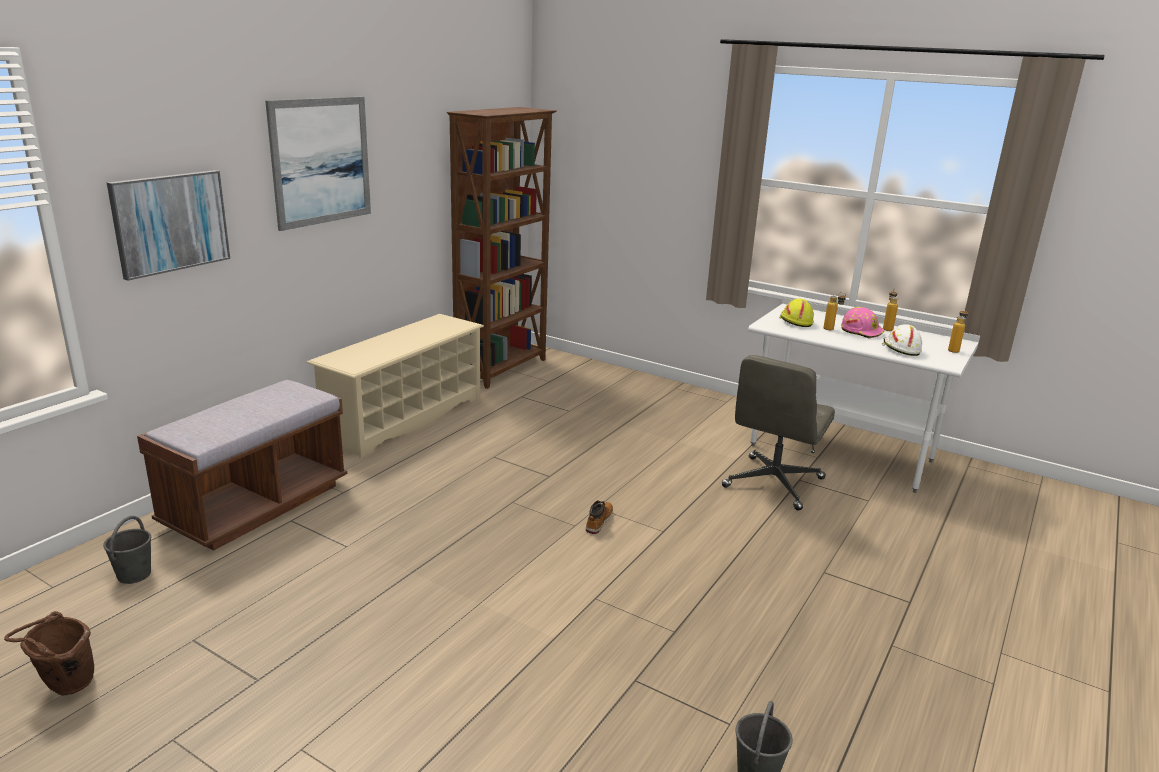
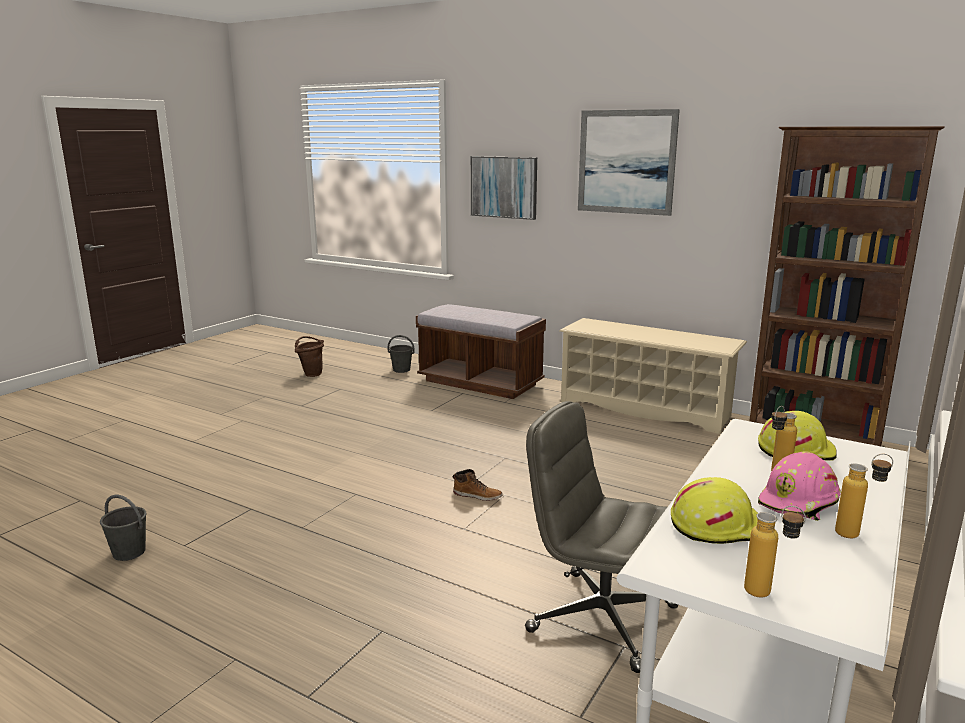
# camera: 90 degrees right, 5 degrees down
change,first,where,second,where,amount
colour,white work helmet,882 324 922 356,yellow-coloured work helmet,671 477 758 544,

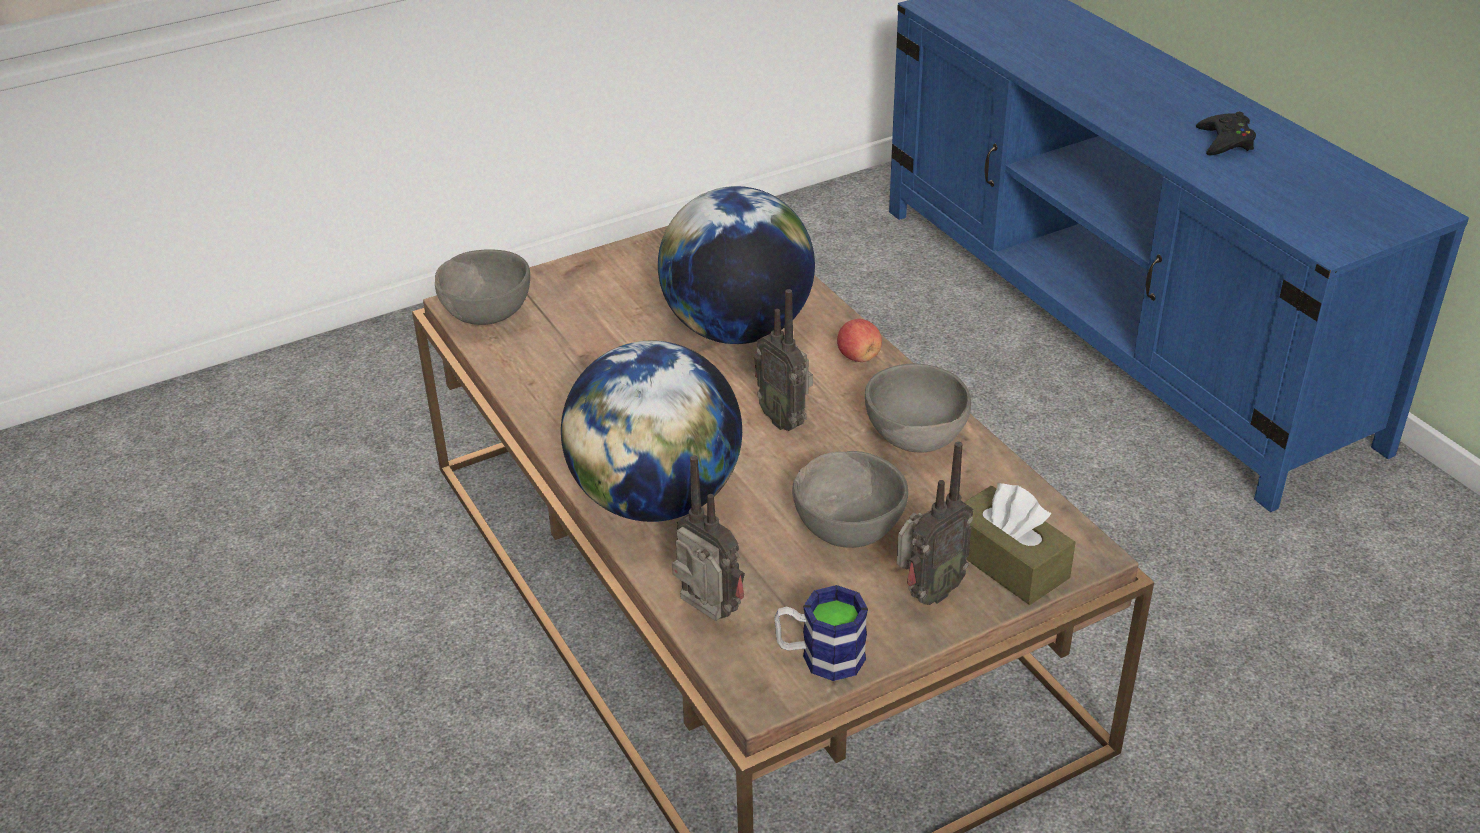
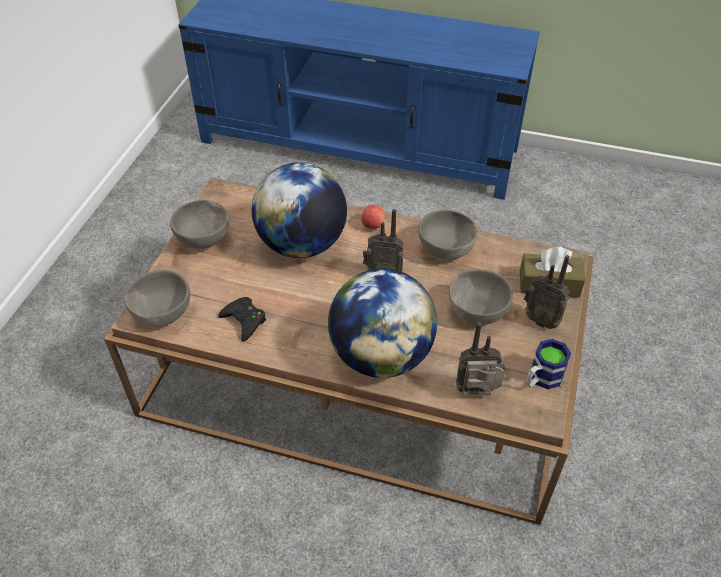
# camera: 45 degrees left, 10 degrees up
change,first,where,second,where,amount
appeared,,,greyish bowl,170 200 229 249,
relocated,black-coloured joypad,1196 112 1256 155,,218 297 266 342,
spun,radio,897 442 973 605,,524 255 570 329,120 degrees clockwise

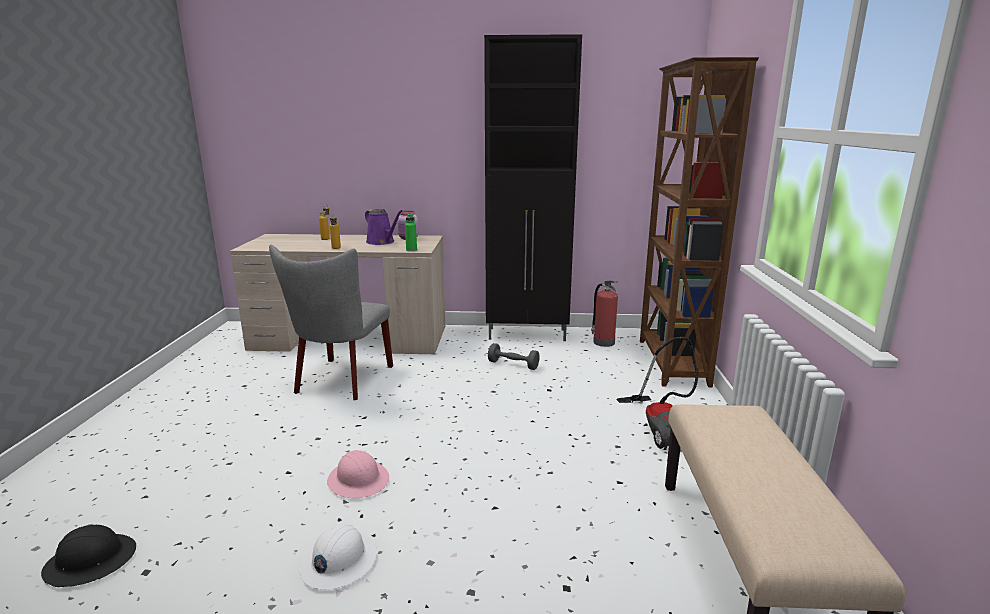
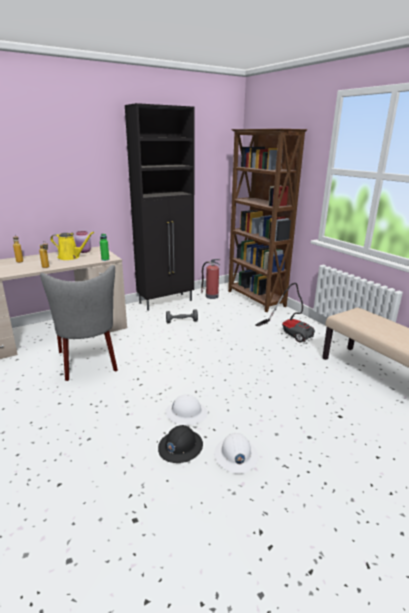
# camera: 35 degrees left, 5 degrees up
change,first,where,second,where,amount
relocated,black-coloured work helmet,41 525 136 587,,158 425 203 463,
colour,pinkish work helmet,327 450 389 499,white work helmet,165 394 208 425,
colour,purple-coloured sprinkling can,365 209 403 245,yellow-coloured sprinkling can,50 232 94 260,

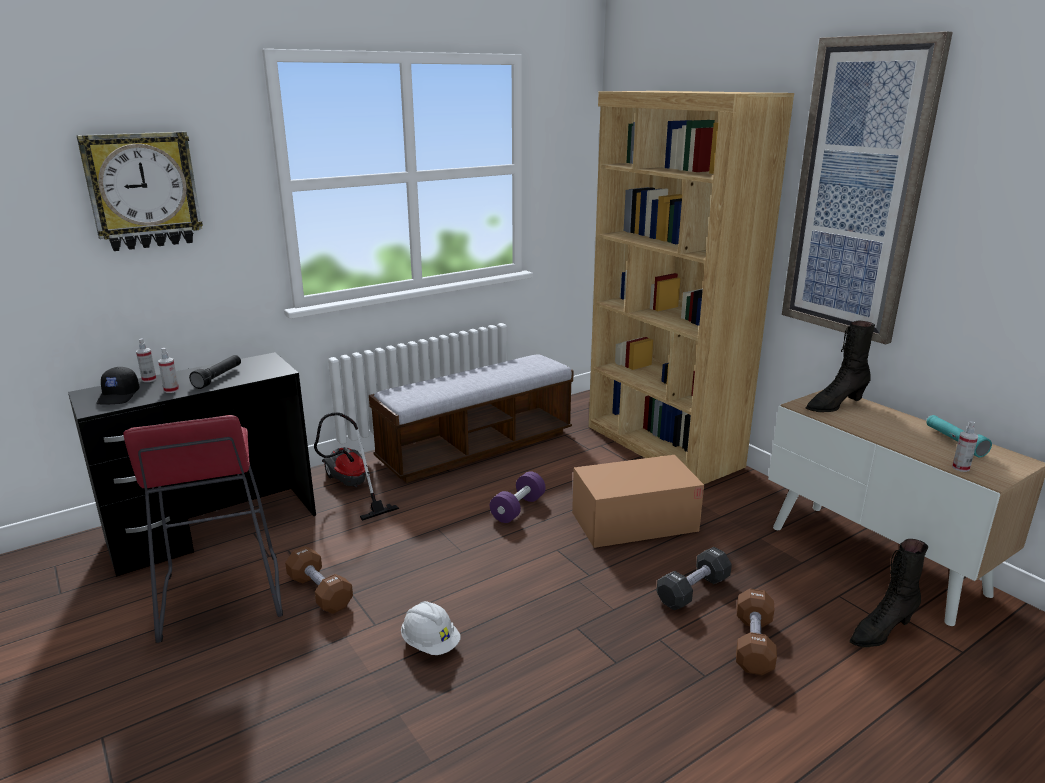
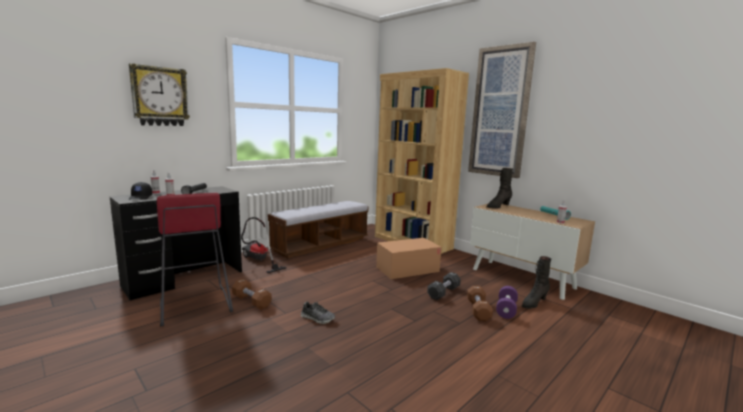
# camera: 10 degrees left, 10 degrees down
change,first,where,second,where,amount
relocated,purple-coloured dumbbell,490 471 546 523,,496 286 518 319,
exchanged,white work helmet,401 601 461 655,low shoe,301 302 335 324,

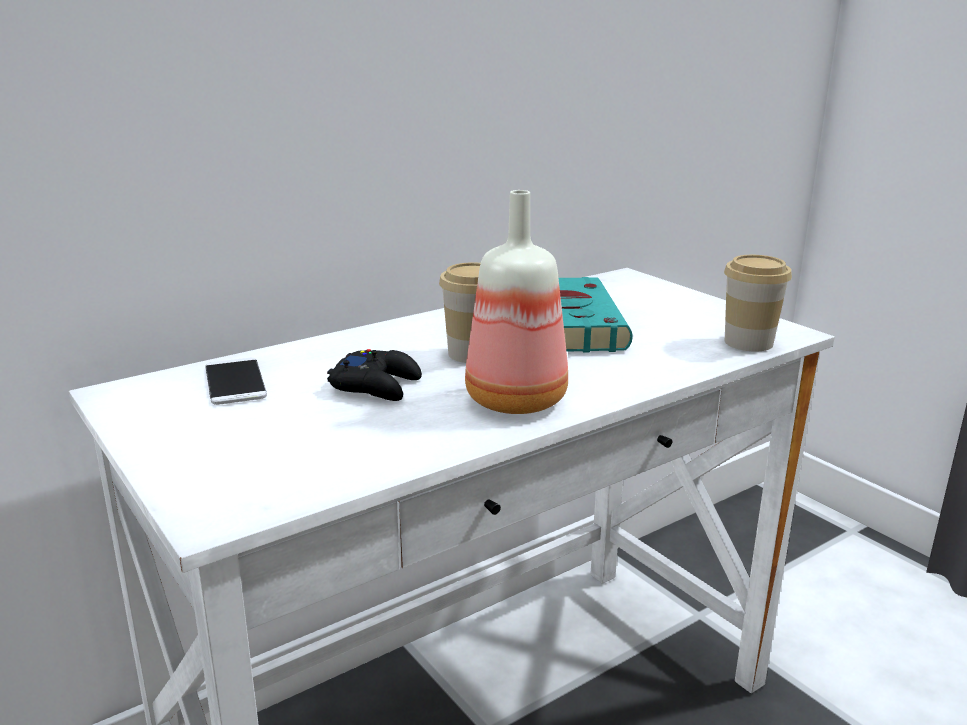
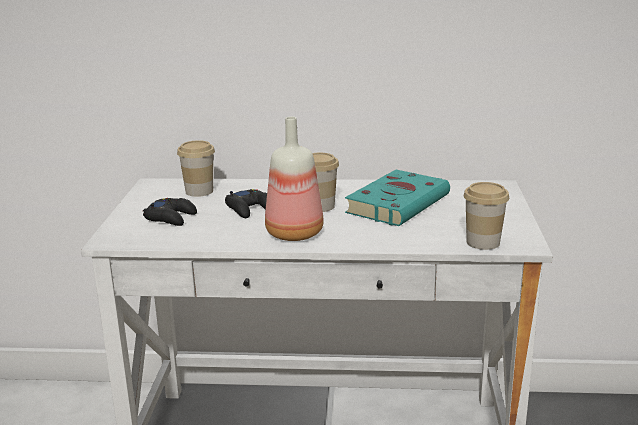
# camera: 40 degrees right, 0 degrees up
change,first,where,second,where,amount
appeared,,,black-coloured joypad,143 198 197 226,
exchanged,telephone,205 358 267 405,small cup,177 140 215 197,

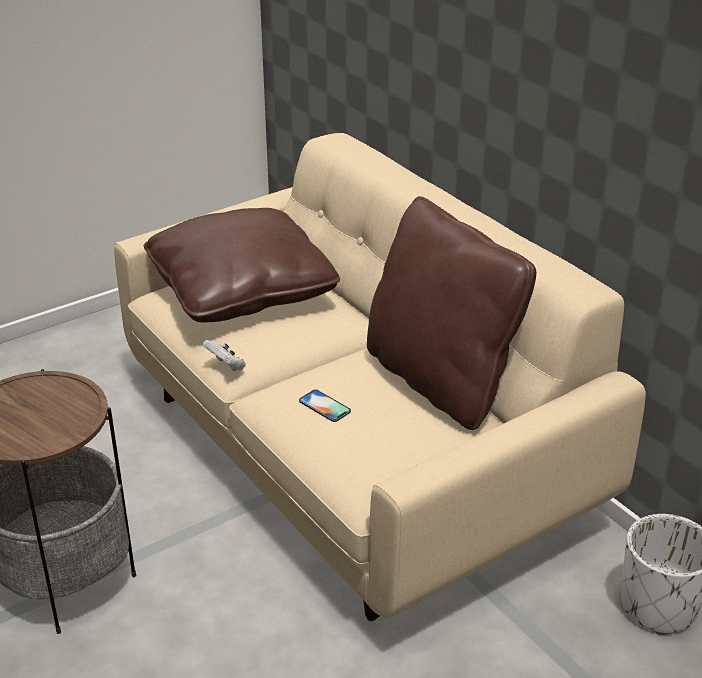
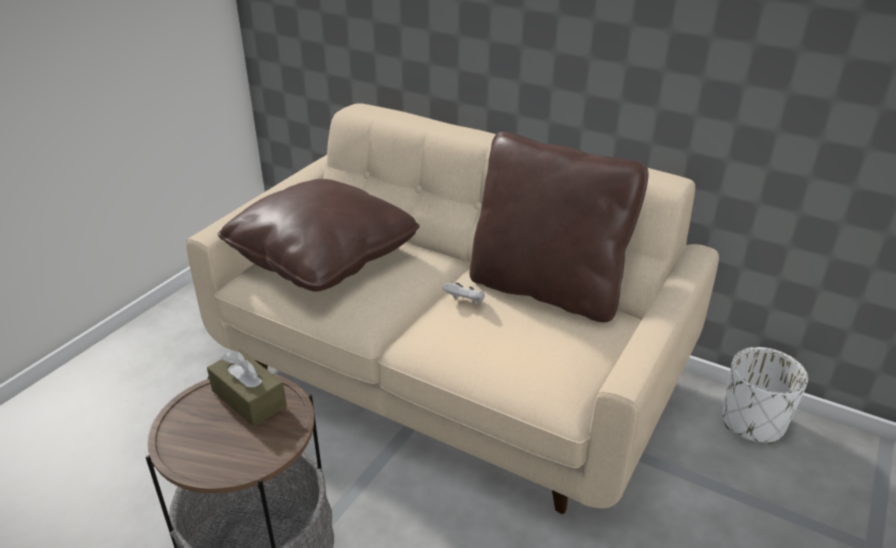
# camera: 25 degrees left, 0 degrees up
change,first,where,second,where,amount
missing,telephone,299 389 351 422,,,
appeared,,,brownish tissue box,207 349 287 426,
relocated,white joypad,203 340 246 371,,442 283 485 305,

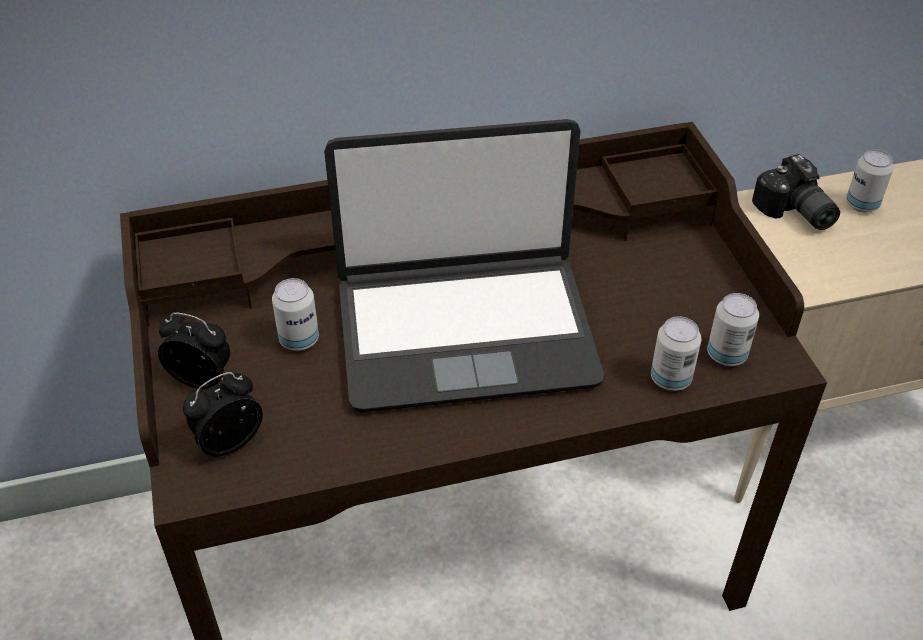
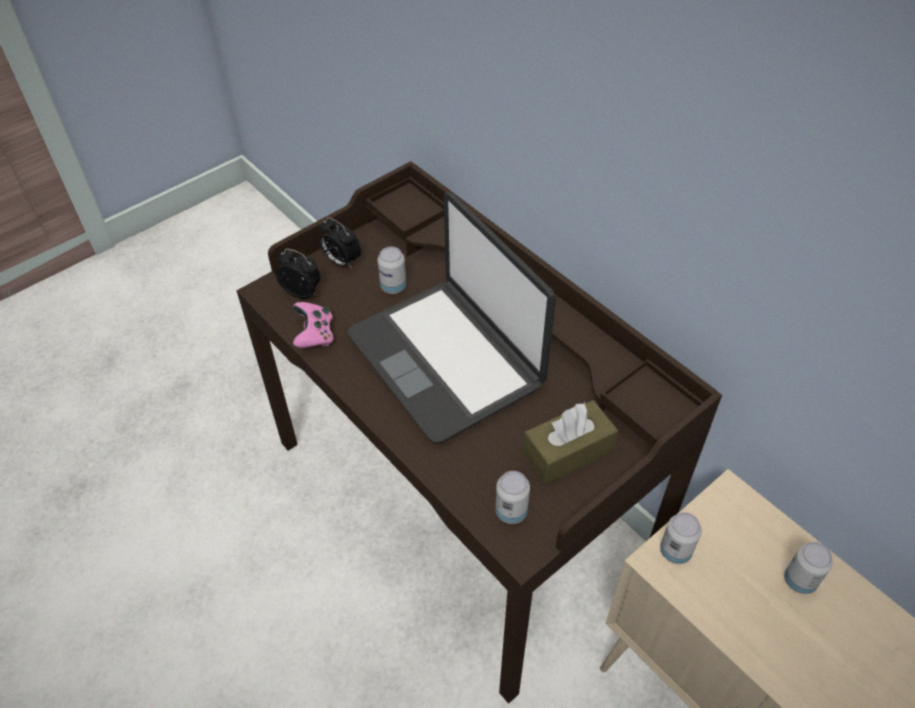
# camera: 65 degrees right, 5 degrees up
change,first,where,second,where,amount
missing,photo camera,752 154 840 230,,,
appeared,,,pinkish joypad,293 302 334 348,
appeared,,,brownish tissue box,523 400 618 484,
relocated,metal can,651 316 701 391,,660 512 702 564,
spun,alarm clock,158 313 230 389,,319 217 362 269,135 degrees clockwise

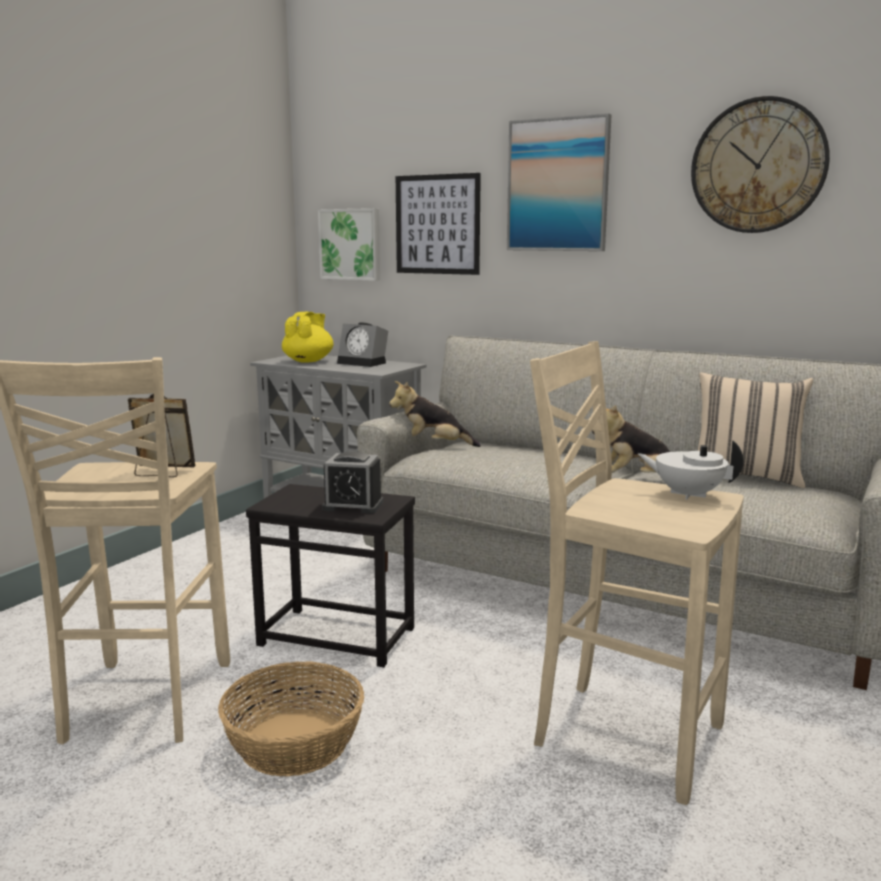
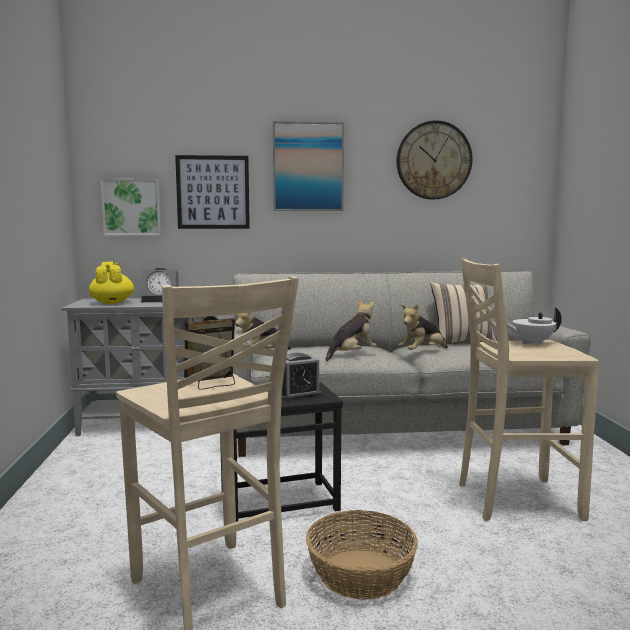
# camera: 35 degrees left, 5 degrees down
change,first,where,second,where,amount
appeared,,,plush toy,326 299 377 361,

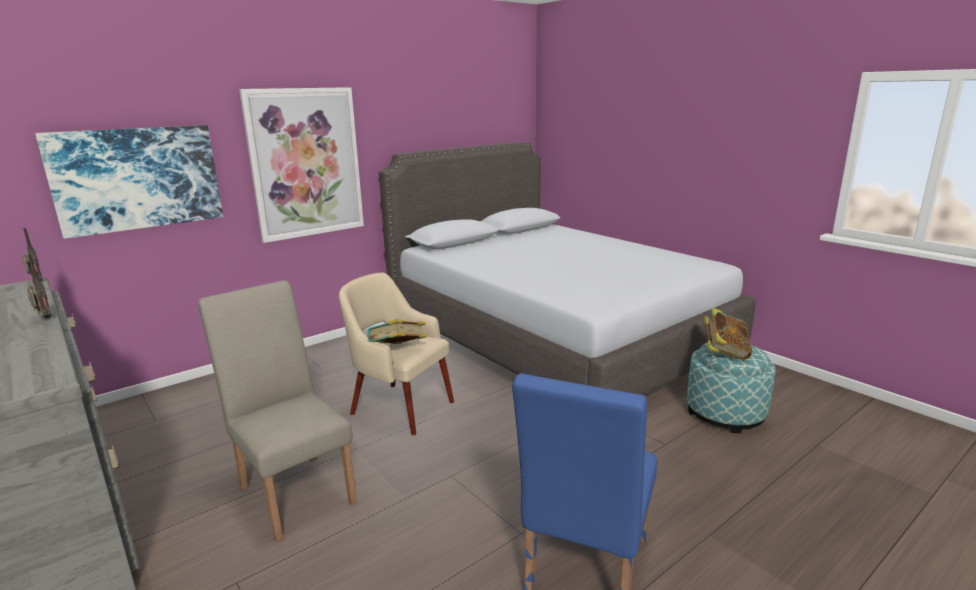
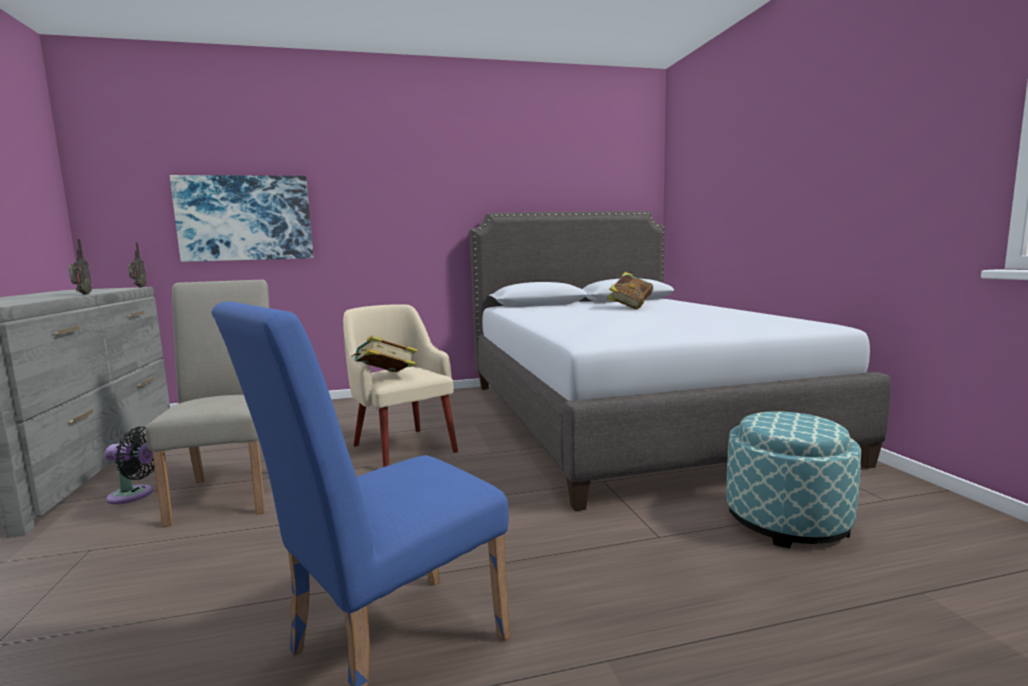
# camera: 25 degrees right, 10 degrees down
change,first,where,second,where,amount
missing,picture,239 87 364 243,,,
appeared,,,black-coloured electric fan,105 427 154 504,
relocated,bound book,704 308 752 360,,607 272 653 309,

